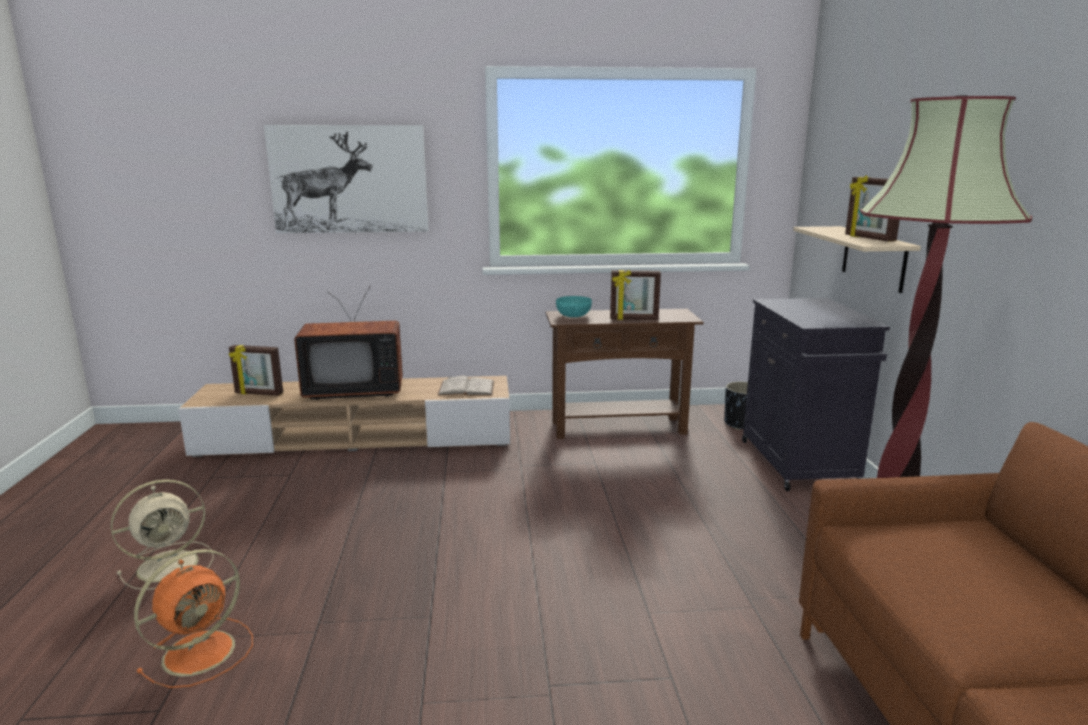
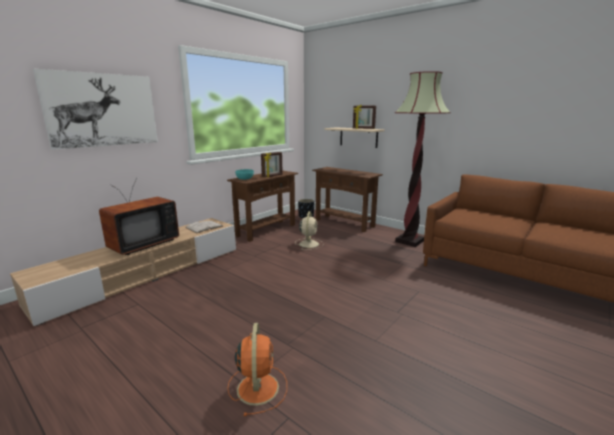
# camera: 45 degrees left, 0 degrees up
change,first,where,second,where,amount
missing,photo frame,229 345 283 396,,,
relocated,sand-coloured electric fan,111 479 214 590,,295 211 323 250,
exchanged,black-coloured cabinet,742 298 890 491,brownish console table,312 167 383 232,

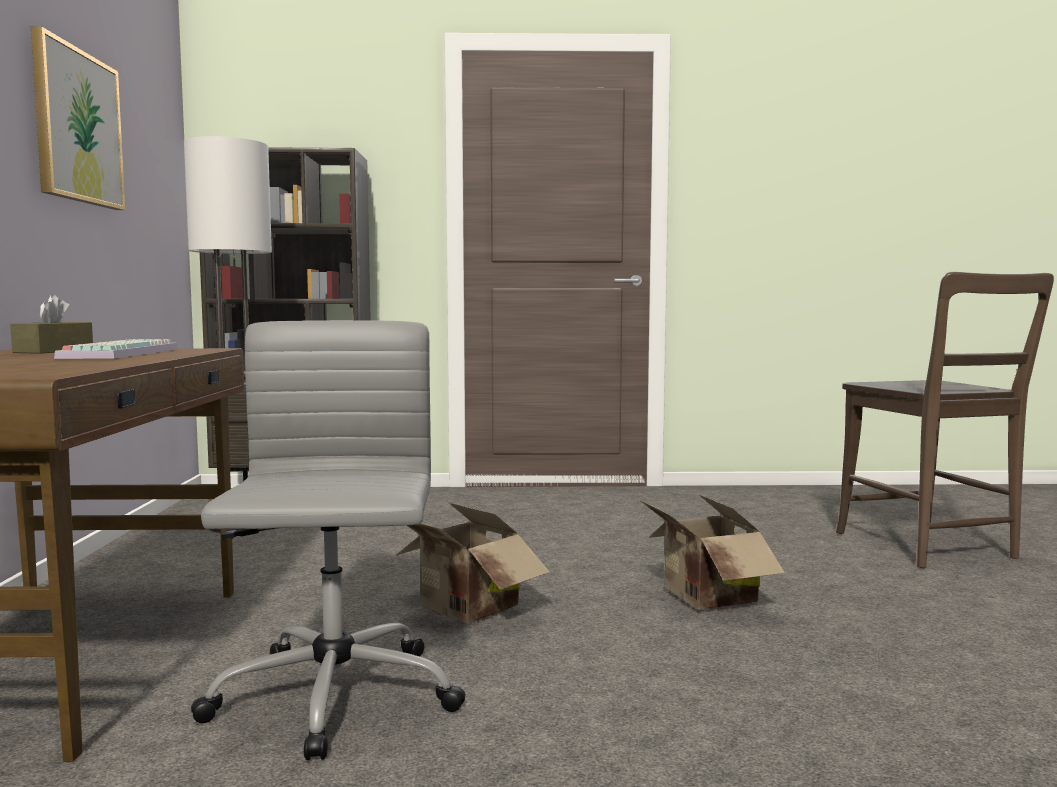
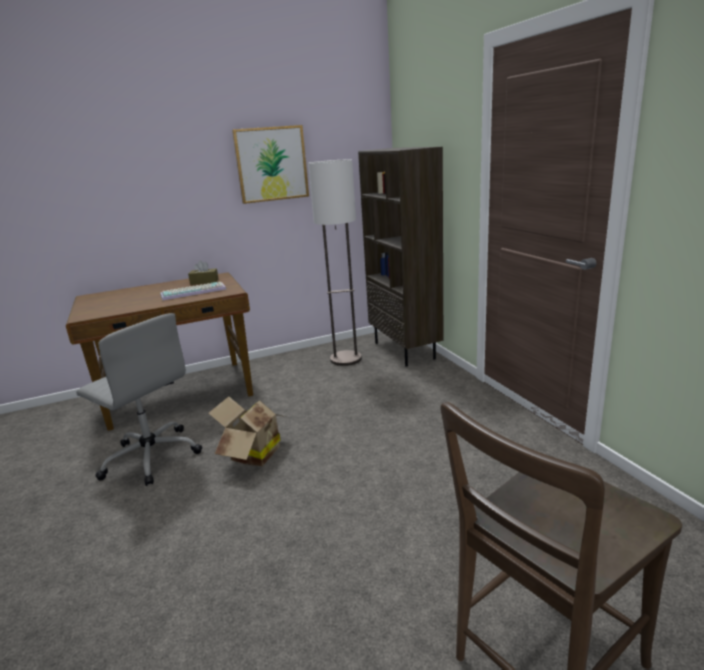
# camera: 70 degrees right, 15 degrees up
change,first,where,second,where,amount
missing,packing box,638 494 785 610,,,
spun,greyish computer chair,191 320 466 761,,76 313 202 486,60 degrees clockwise

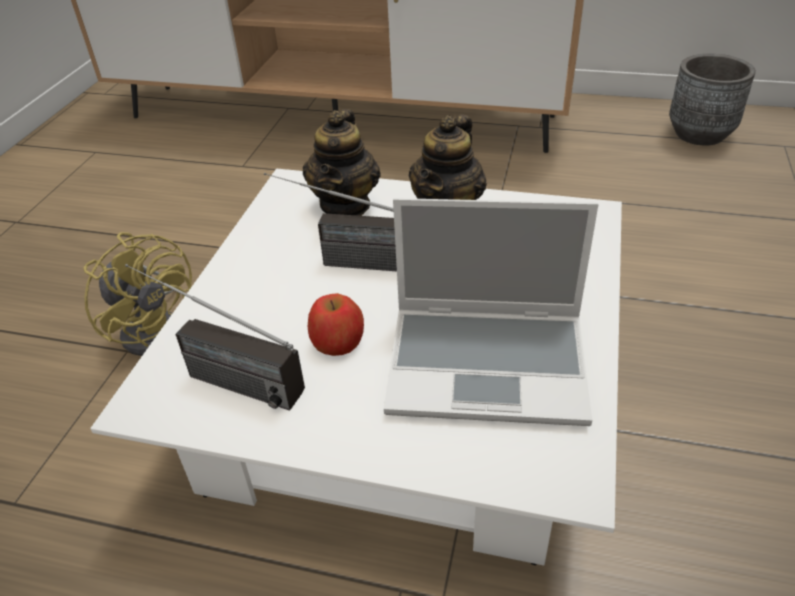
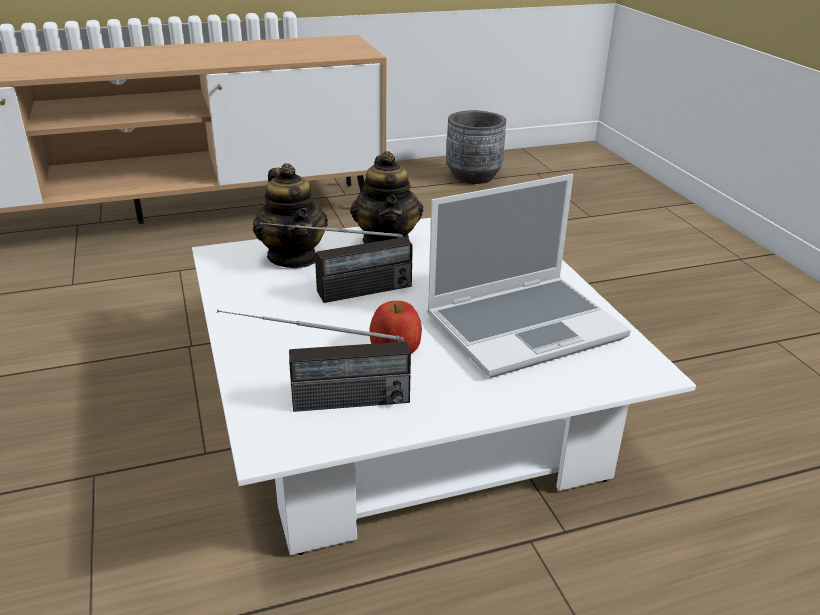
# camera: 35 degrees left, 10 degrees down
change,first,where,second,where,amount
missing,yellow-coloured electric fan,83 232 192 356,,,

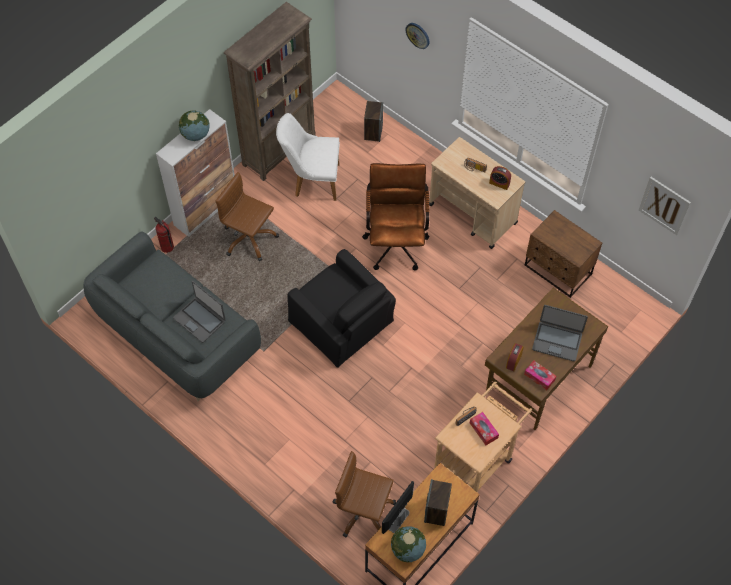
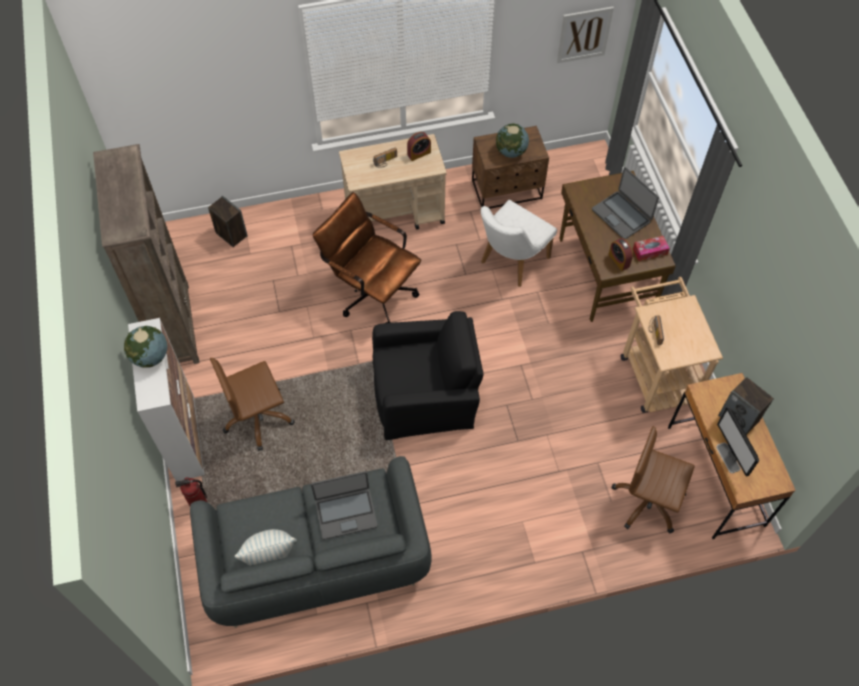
# camera: 55 degrees left, 0 degrees up
change,first,where,second,where,amount
missing,wall clock,406 23 429 49,,,
missing,tissue box,470 412 499 445,,,
appeared,,,throw pillow,235 529 297 566,
relocated,white chair,276 113 340 201,,481 200 557 287,
relocated,globe,391 527 426 563,,496 123 529 158,
spun,brownish computer chair,333 451 396 538,,612 426 695 534,60 degrees clockwise
spun,notebook computer,532 305 588 362,,592 167 659 240,90 degrees clockwise

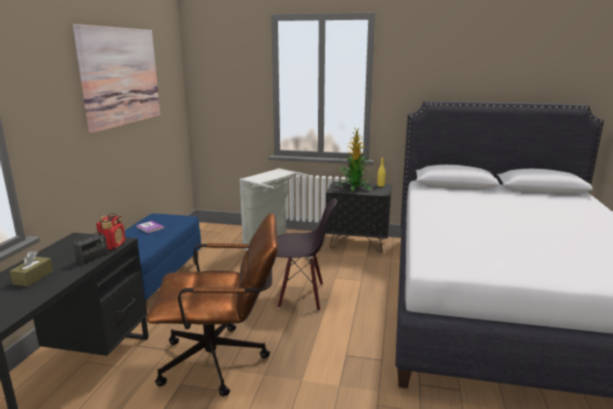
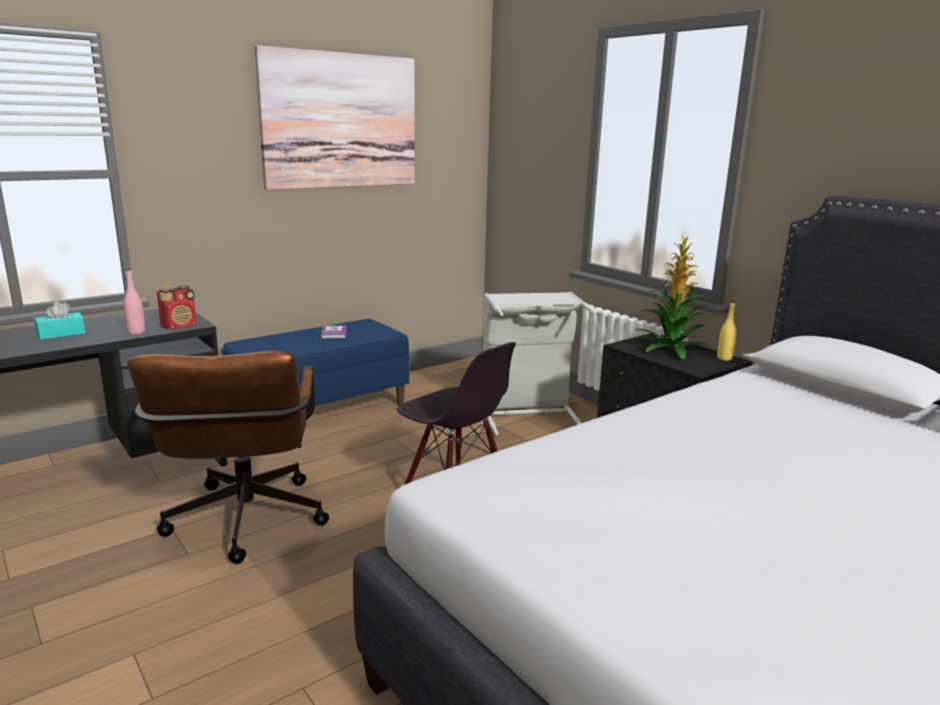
# camera: 40 degrees right, 0 degrees up
change,first,where,second,where,amount
exchanged,radio,74 218 108 265,pinkish beverage bottle,124 269 145 335,
colour,brownish tissue box,10 251 53 287,turquoise-coloured tissue box,34 301 86 340,
spun,brownish computer chair,147 213 278 396,,127 351 329 564,45 degrees clockwise

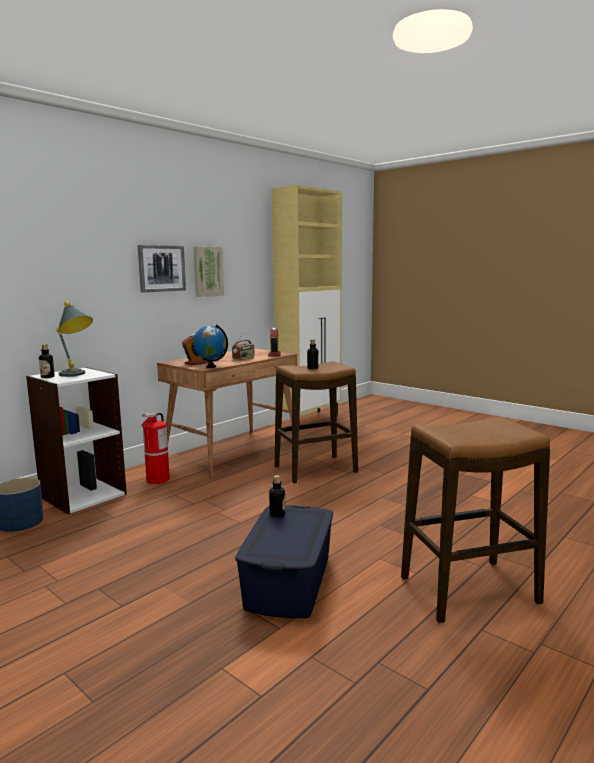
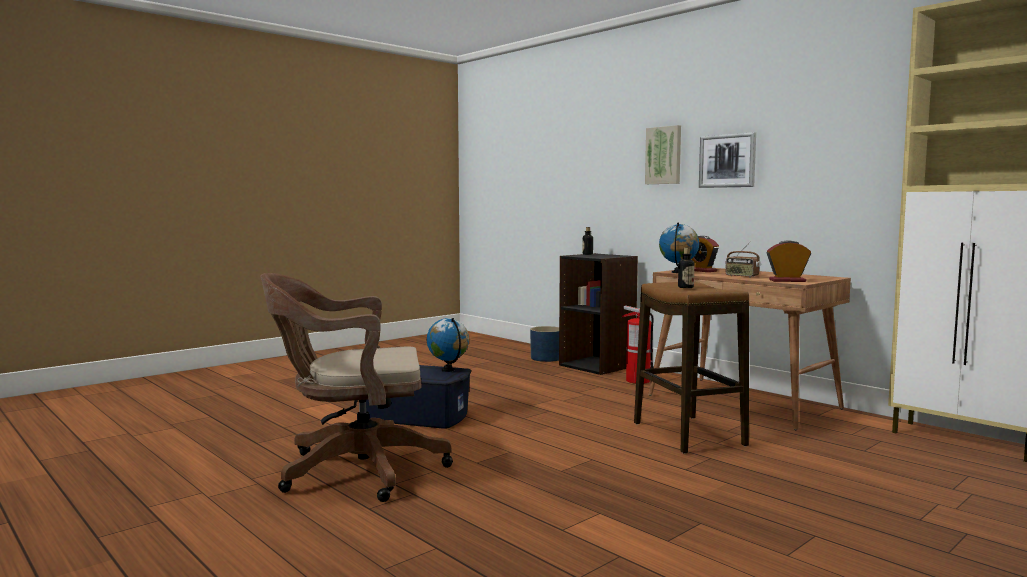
# camera: 95 degrees right, 5 degrees down
change,first,where,second,where,amount
missing,greyish table lamp,56 302 93 377,,,
relocated,picture,193 246 224 297,,645 125 681 184,
exchanged,beverage bottle,269 475 285 518,globe,427 318 469 372,
exchanged,stool seat,401 417 550 623,brownish computer chair,261 273 453 502,
colour,white bookshelf,26 367 127 514,black-coloured bookshelf,559 253 638 375,

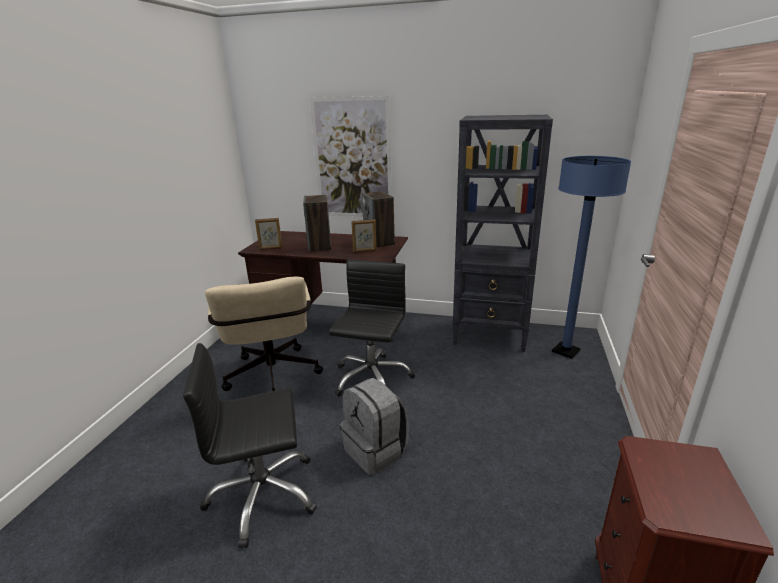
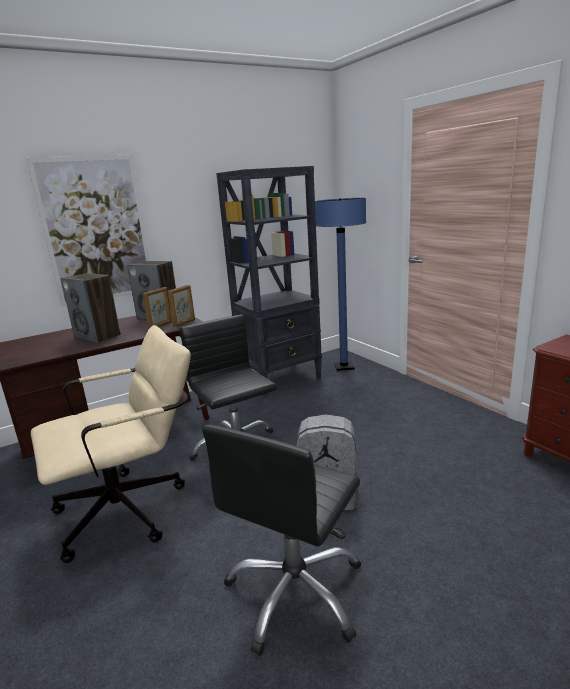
# camera: 45 degrees left, 5 degrees down
change,first,where,second,where,amount
relocated,photo frame,255 218 282 250,,168 285 195 327,
spun,sand-coloured computer chair,205 276 323 391,,31 325 191 563,60 degrees counterclockwise

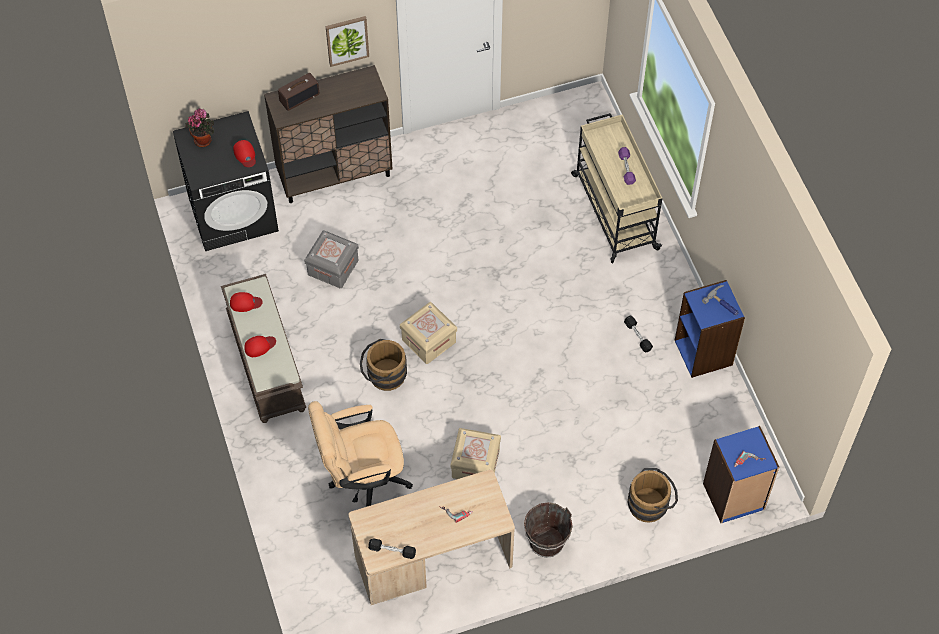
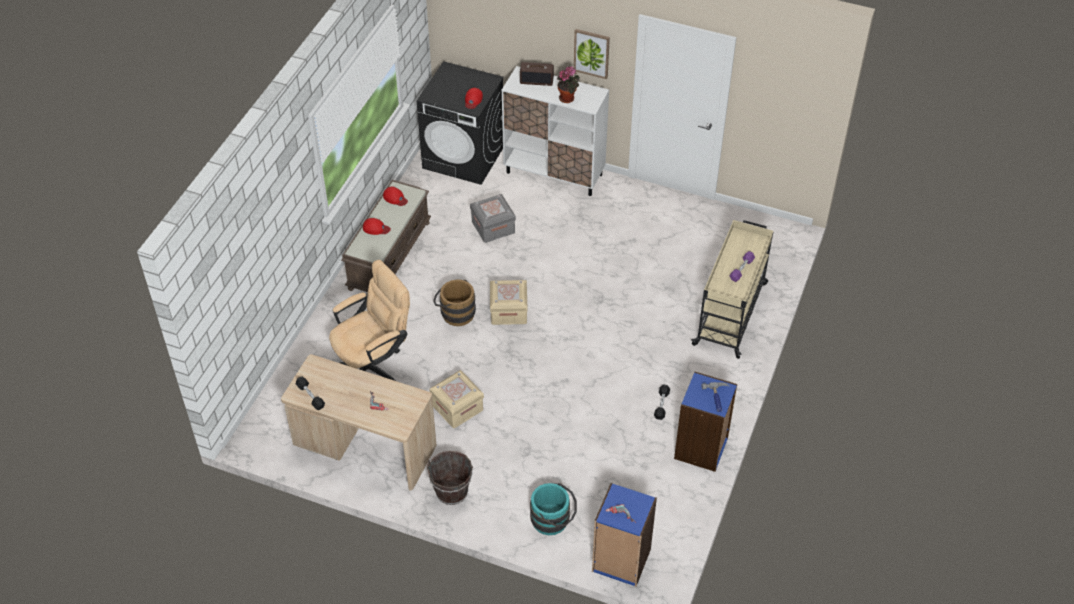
# camera: 40 degrees right, 10 degrees down
change,first,where,second,where,amount
relocated,houseplant,185 108 214 147,,557 66 580 103,
colour,brownish cabinet,264 65 393 203,white cabinet,502 66 609 196,
colour,brownish bucket,628 468 678 523,turquoise-coloured bucket,530 483 577 535,
spun,sand-coloured computer chair,308 401 413 507,,329 260 410 381,120 degrees clockwise

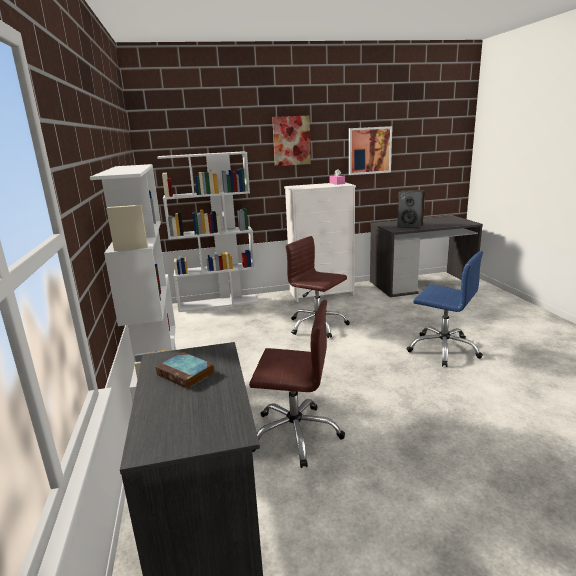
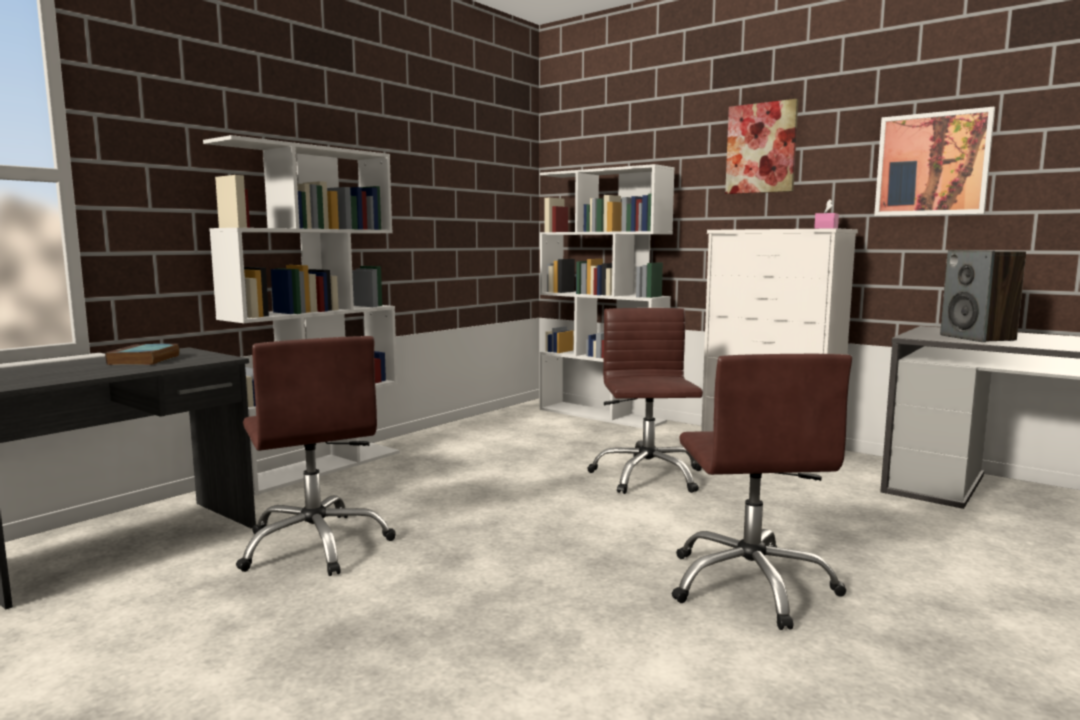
# camera: 50 degrees right, 10 degrees down
change,first,where,second,where,amount
colour,bluish computer chair,406 251 483 367,brownish computer chair,672 354 852 630,

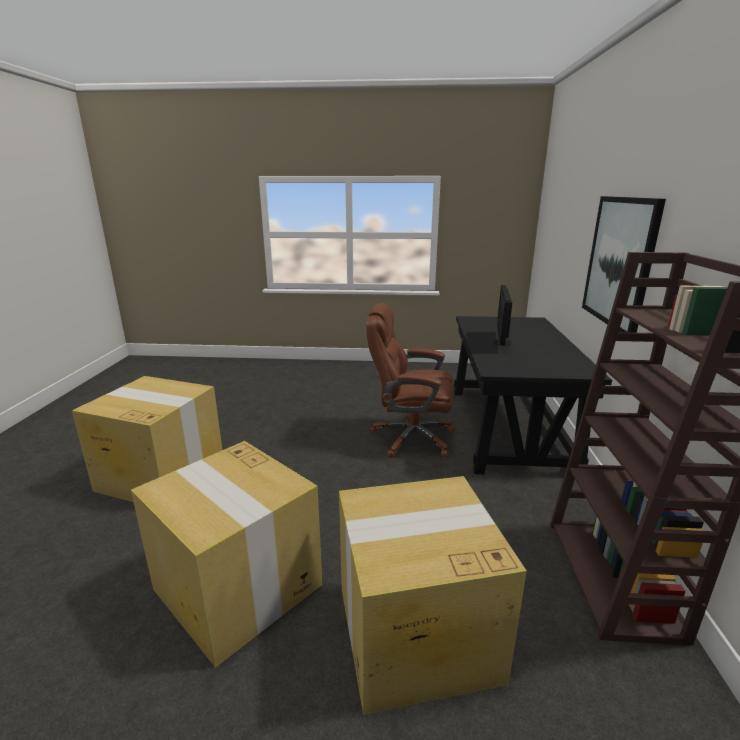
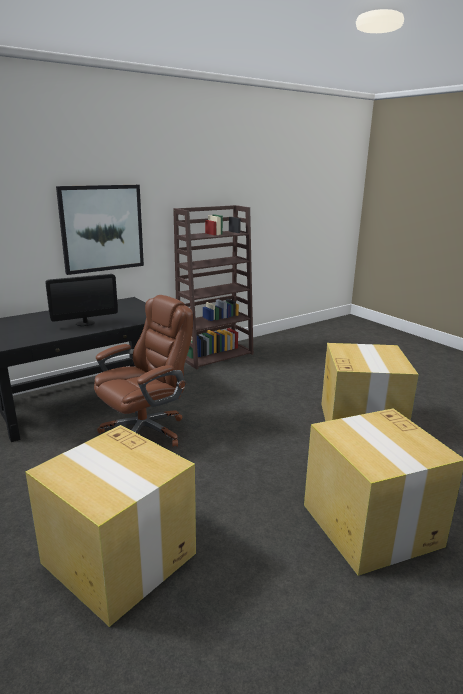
# camera: 130 degrees left, 0 degrees up
change,first,where,second,where,amount
relocated,packing box,339 476 527 715,,25 425 196 627,
spun,brownish computer chair,366 303 455 458,,94 295 193 447,105 degrees counterclockwise

